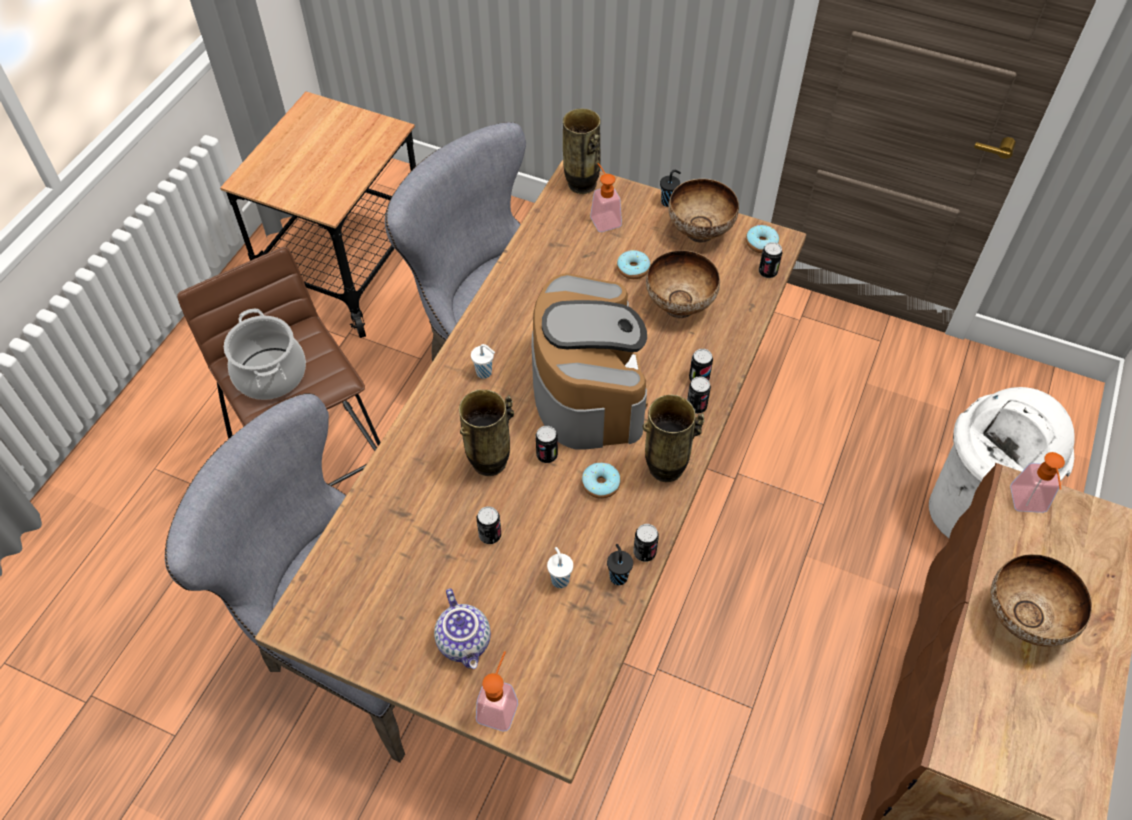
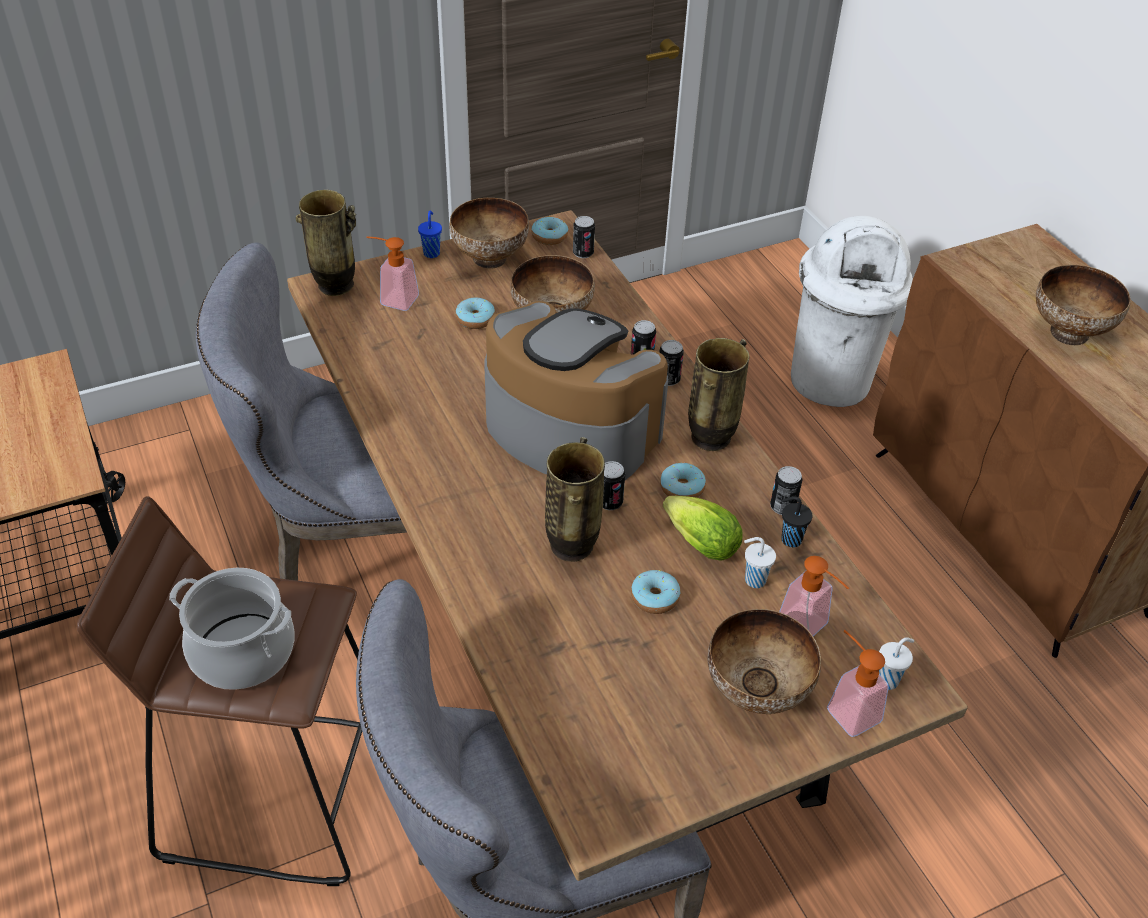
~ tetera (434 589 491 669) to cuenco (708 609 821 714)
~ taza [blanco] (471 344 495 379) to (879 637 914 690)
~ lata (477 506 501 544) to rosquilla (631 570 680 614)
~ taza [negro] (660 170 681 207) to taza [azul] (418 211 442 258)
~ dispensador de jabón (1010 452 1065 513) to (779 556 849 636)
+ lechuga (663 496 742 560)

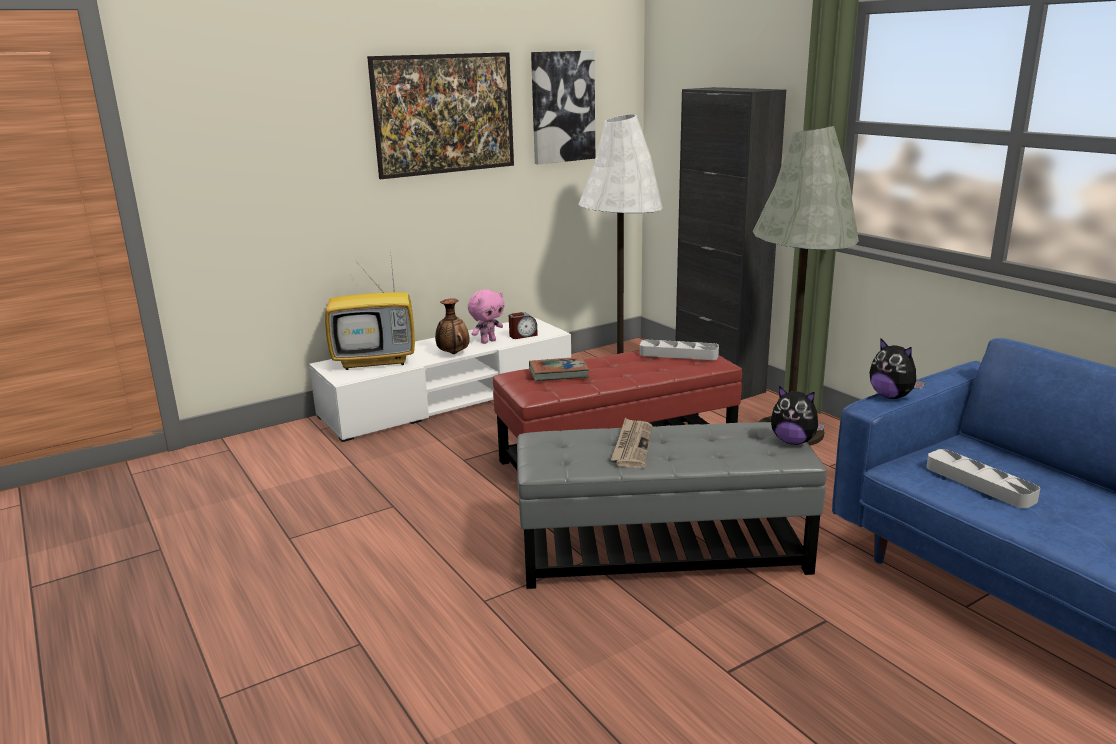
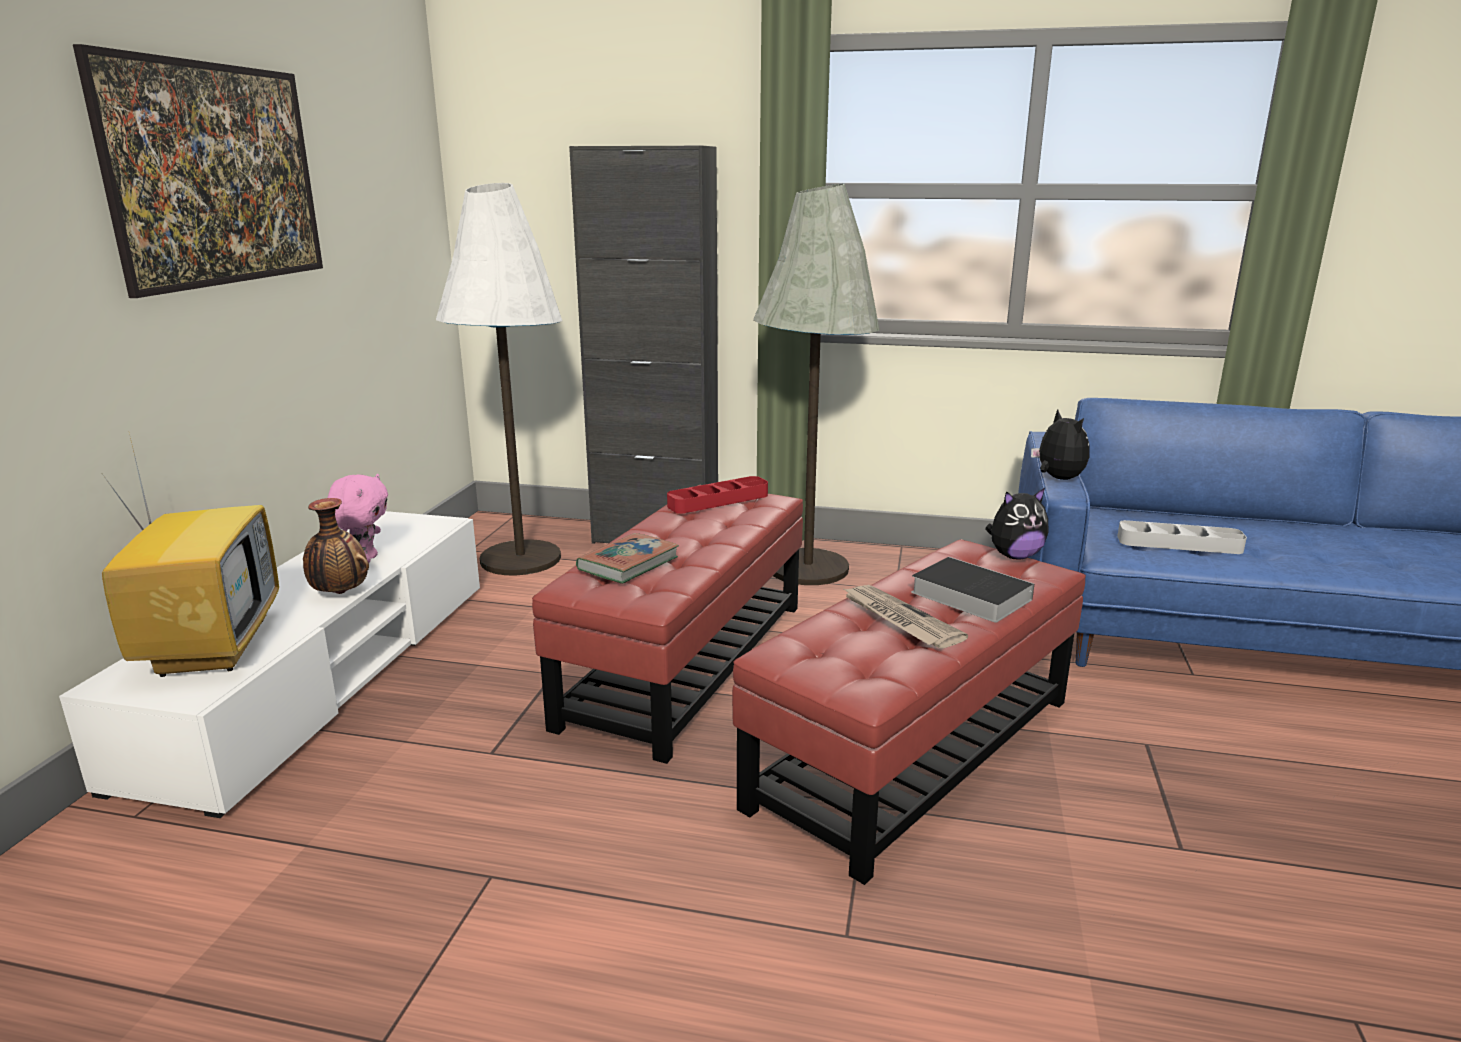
~ televisor (325 250 415 370) = (100 434 279 677) 45 degrees counterclockwise
- despertador (509 312 538 339)
~ puf [gris] (517 422 827 589) to puf [rojo] (732 540 1086 885)
- cuadro (531 50 595 165)
~ bandeja [gris] (640 340 719 360) to bandeja [rojo] (667 476 768 513)
~ peluche (869 339 925 399) = (1031 409 1089 480) 120 degrees counterclockwise
+ libro (911 557 1034 622)

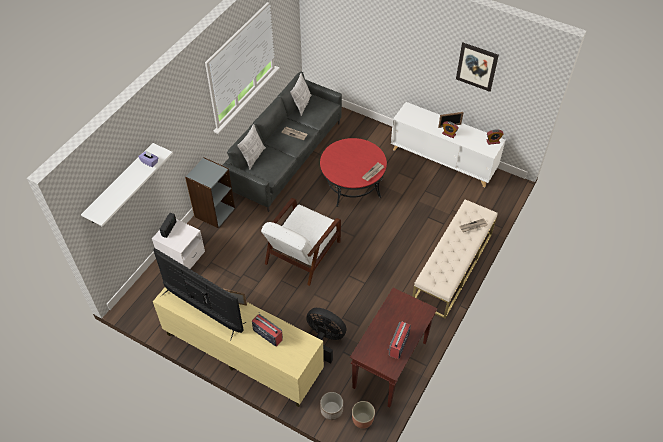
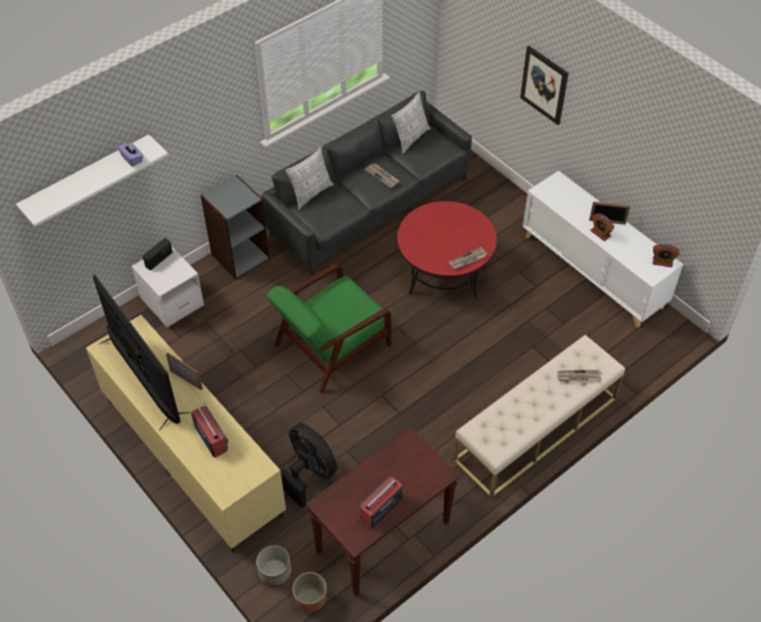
~ sillón [blanco] (261 198 341 286) to sillón [verde] (267 263 392 393)
~ cuadro (456 43 499 92) to (520 46 569 125)

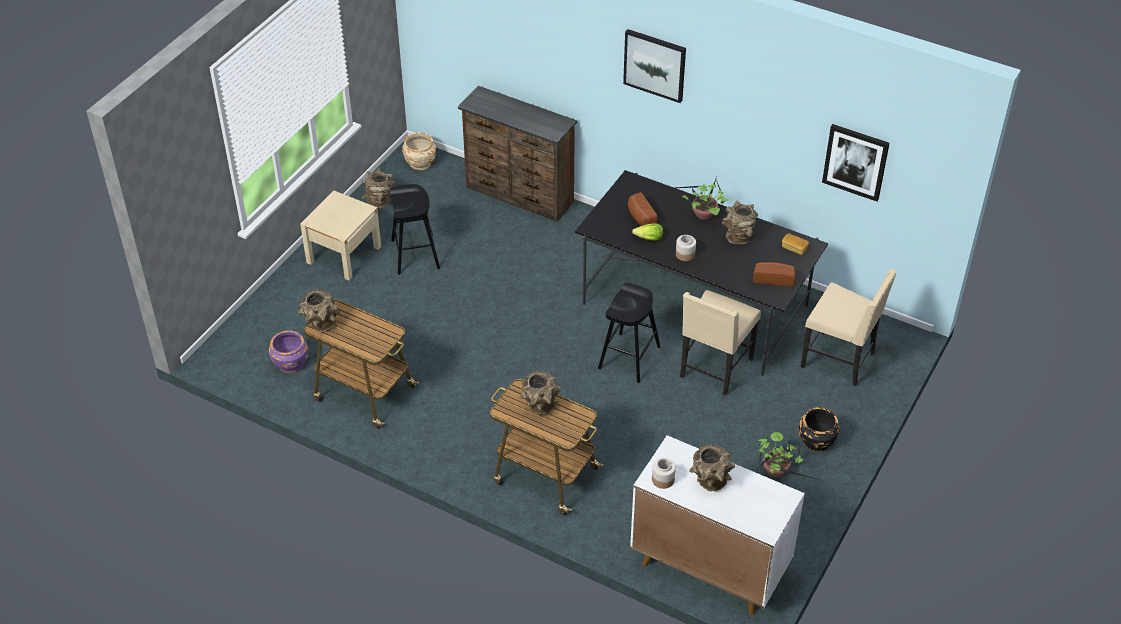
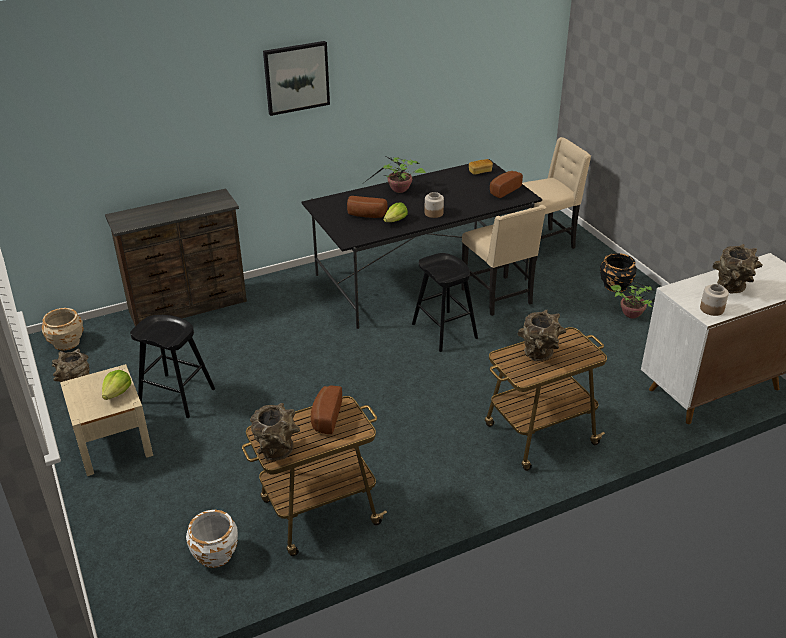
~ maceta [morado] (269 330 308 373) to maceta [blanco] (186 510 238 568)
- florero [marrón] (722 201 758 245)
- cuadro (822 124 889 202)
+ lechuga (102 370 132 400)
+ pan (310 386 342 434)

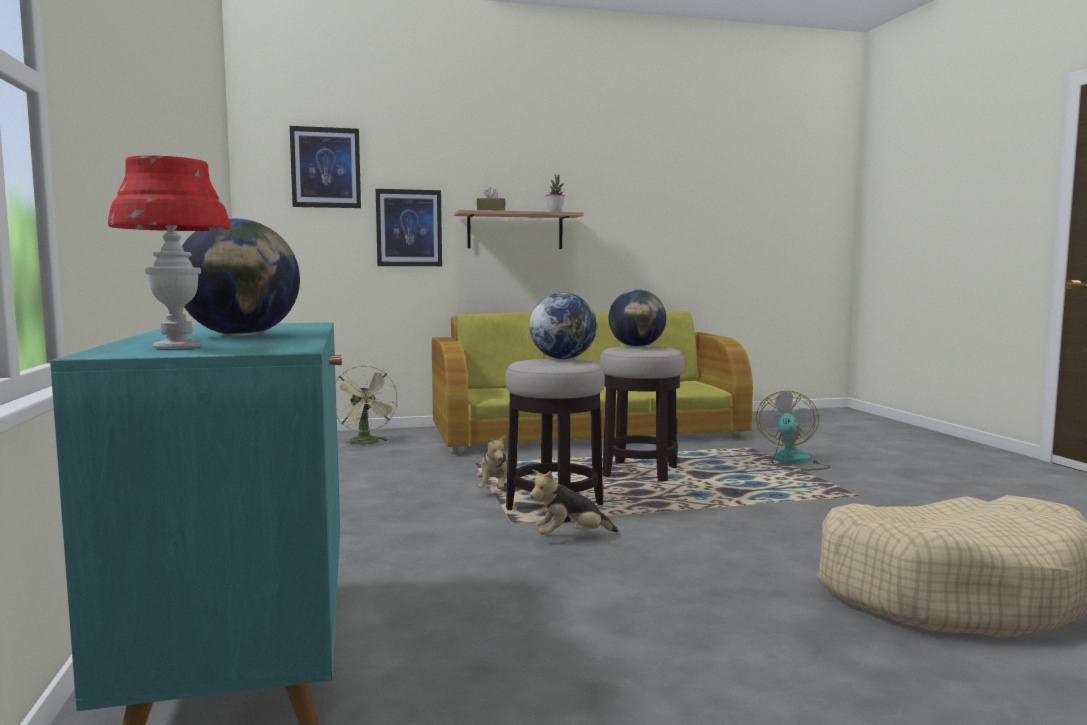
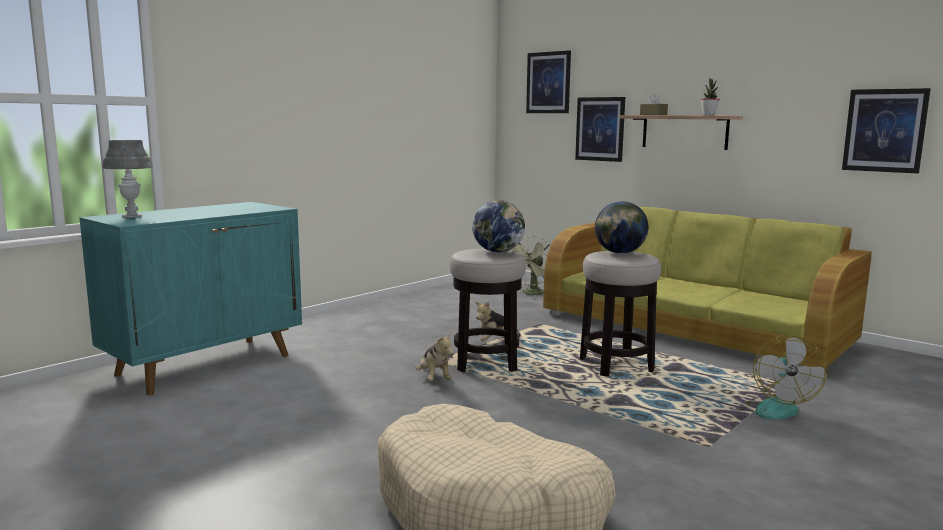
~ lámpara de mesa [rojo] (108 156 230 349) to lámpara de mesa [gris] (102 140 153 218)
- globo terráqueo (182 218 300 336)
~ peluche (530 469 618 535) = (416 332 454 381) 150 degrees counterclockwise
~ ventilador (756 391 830 470) = (738 335 828 420) 120 degrees clockwise
+ cuadro (842 88 931 174)

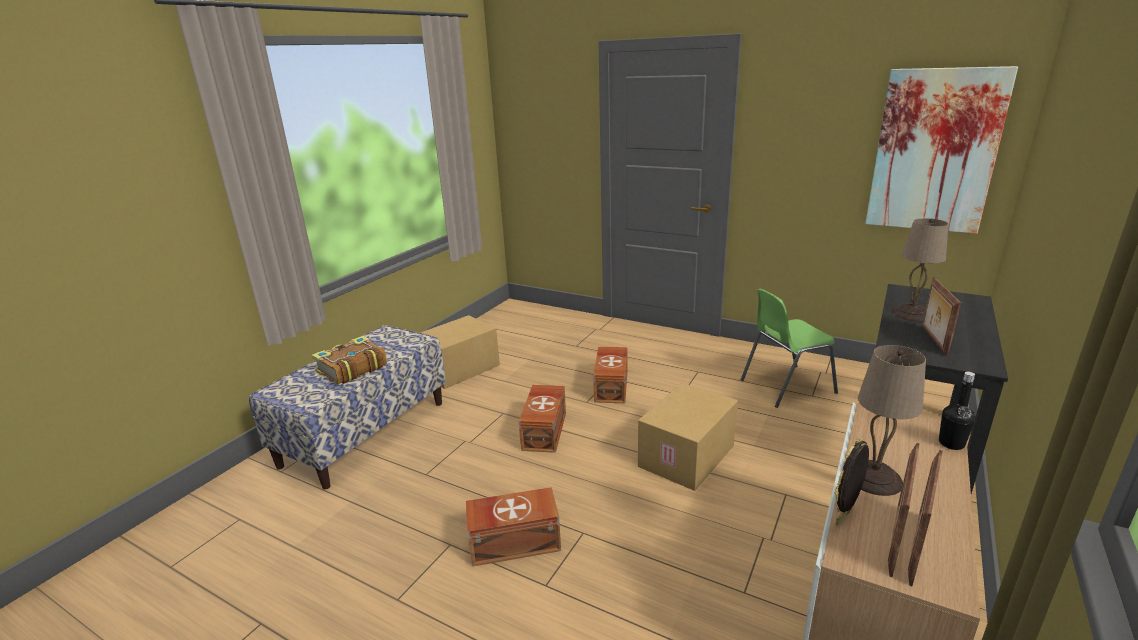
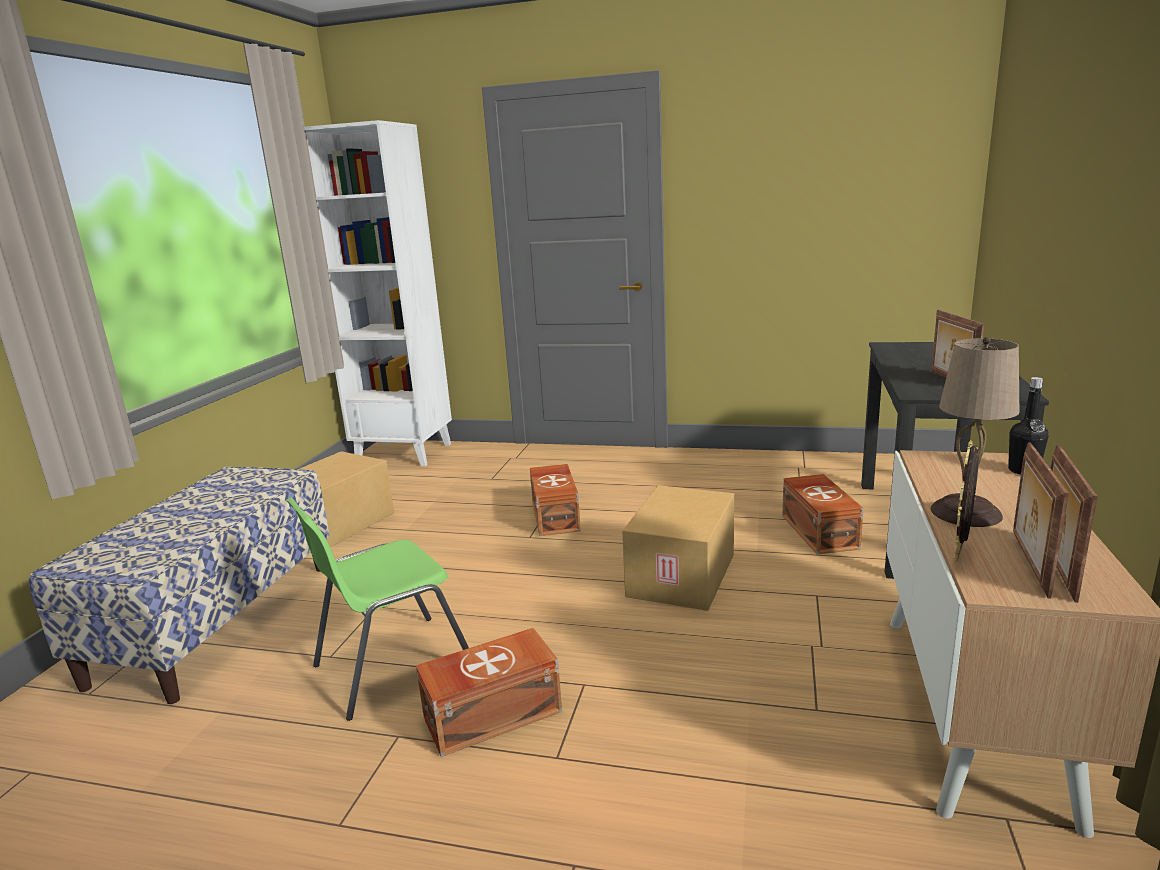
- libro (312 336 387 384)
~ caja de almacenaje [marrón] (519 385 566 453) to (782 474 864 554)
~ silla [verde] (741 289 838 408) to (286 498 469 721)
- cuadro (865 66 1018 234)
- lámpara de mesa [beis] (892 218 949 321)
+ estantería [blanco] (304 120 452 466)

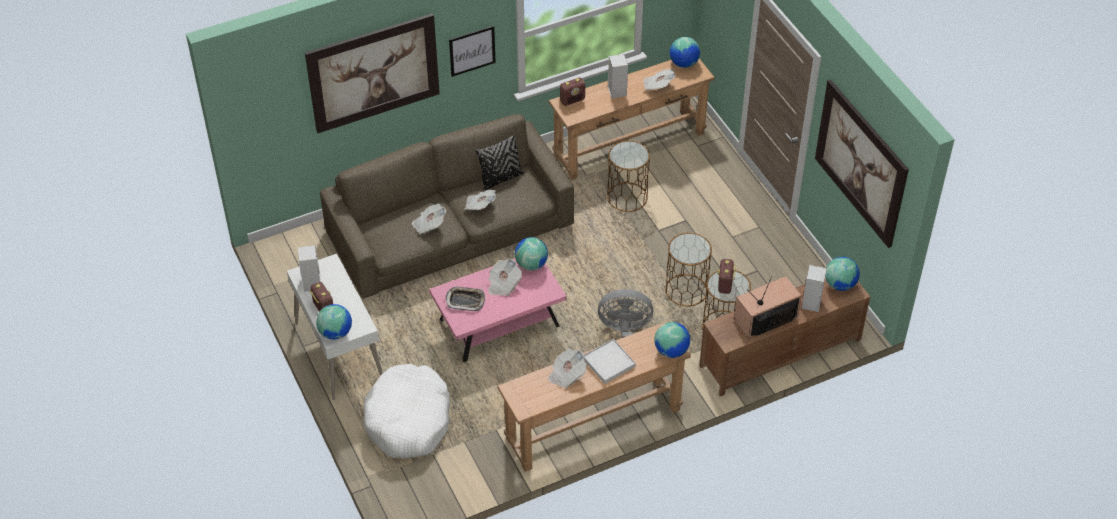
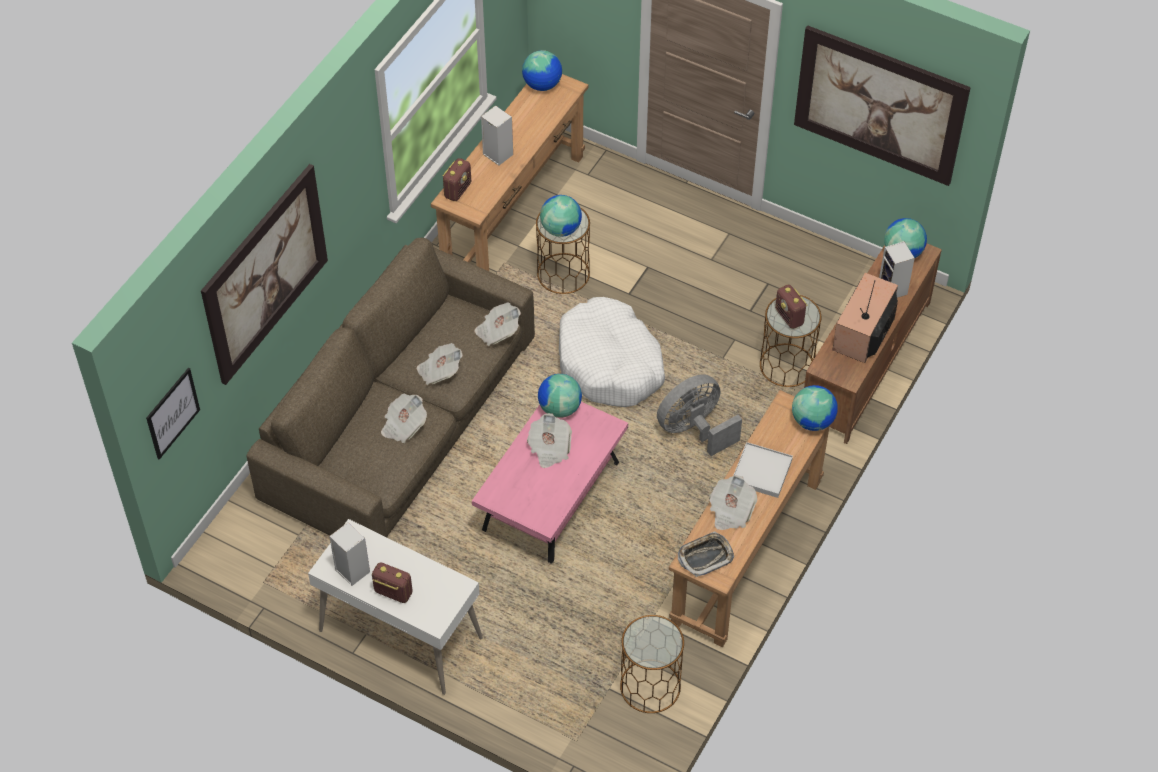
~ globo terráqueo (316 304 352 340) to (540 195 582 237)
~ cama para perro [blanco] (363 364 450 458) to (559 297 665 407)
~ bandeja (445 287 485 311) to (678 531 734 577)
~ cuadro (449 26 496 77) to (146 368 200 460)
- cojín [negro] (476 134 524 191)
~ periódico (644 69 676 91) to (475 302 521 346)
~ mesa auxiliar [marrón] (665 233 712 306) to (620 615 684 713)

